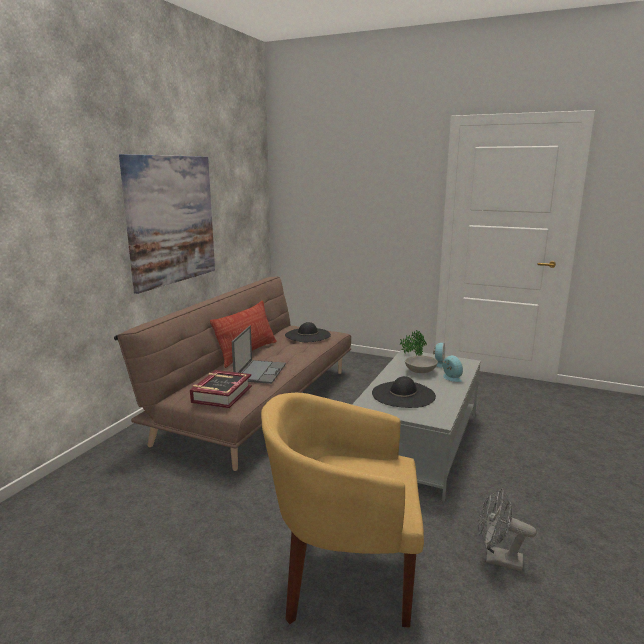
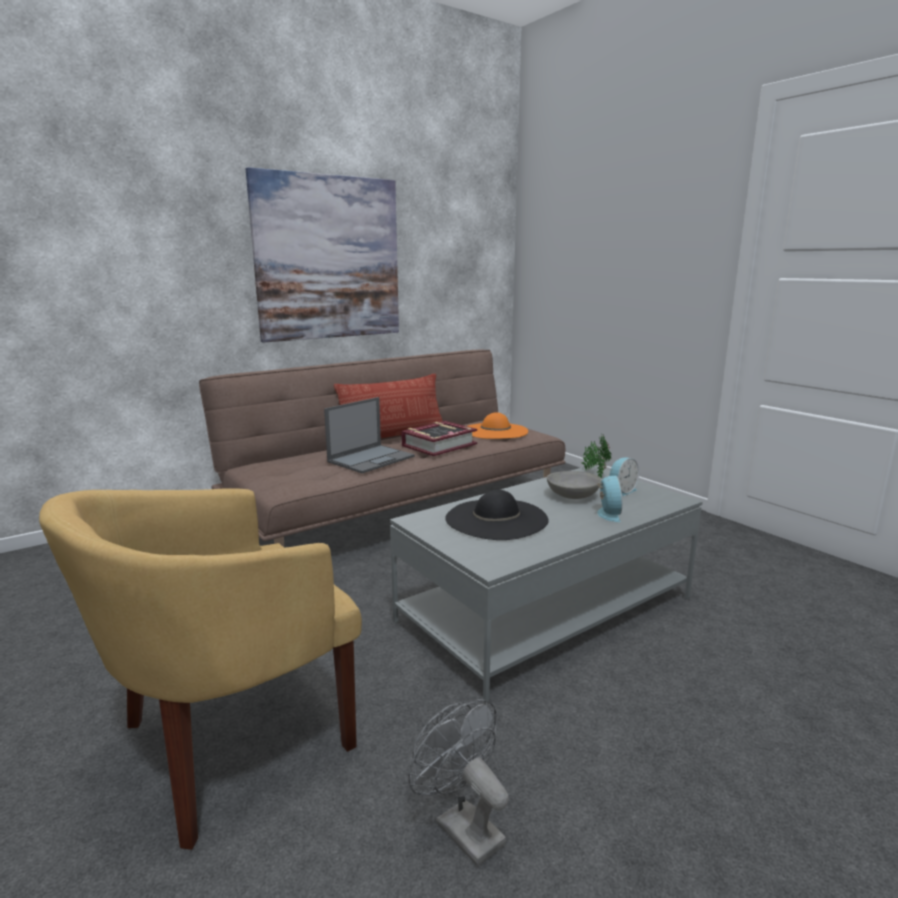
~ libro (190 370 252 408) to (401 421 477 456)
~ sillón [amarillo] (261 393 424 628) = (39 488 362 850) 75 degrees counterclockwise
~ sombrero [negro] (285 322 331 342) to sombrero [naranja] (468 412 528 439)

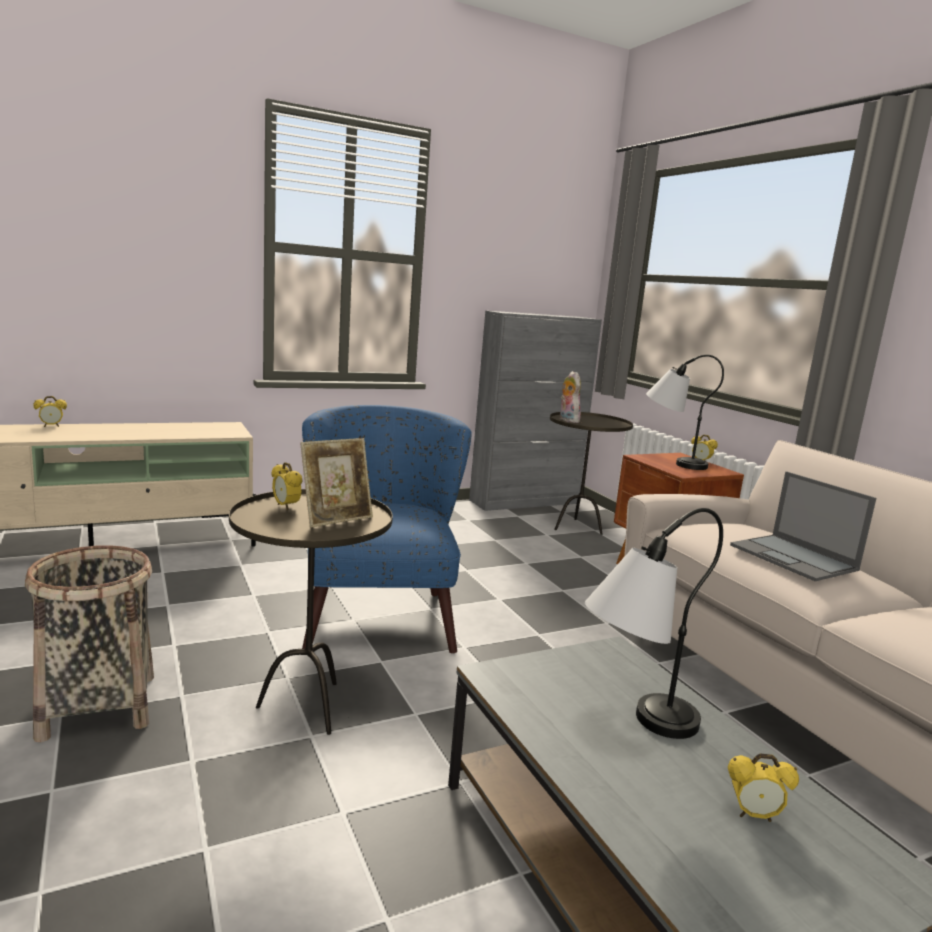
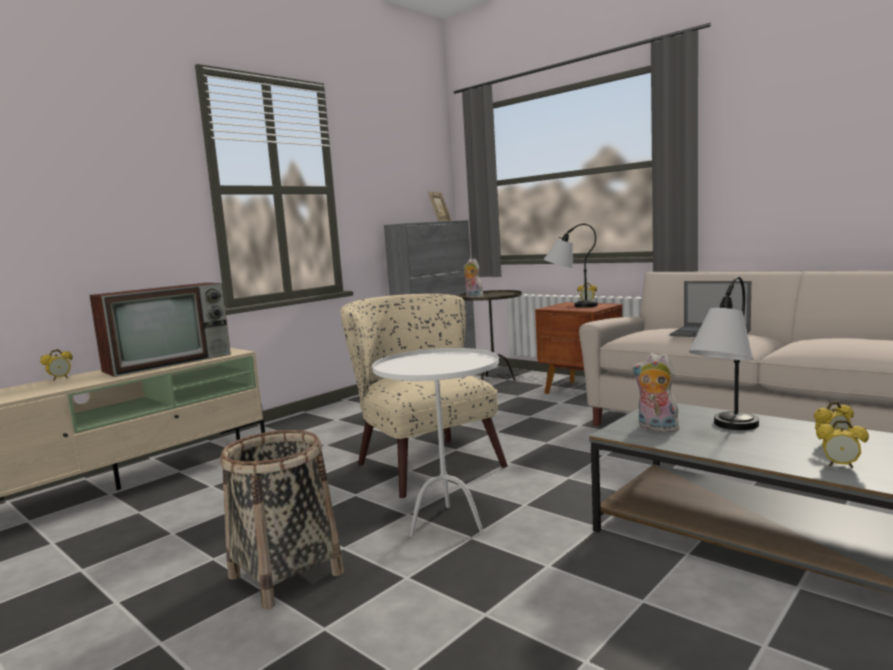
~ mesa auxiliar [marrón] (229 489 393 735) to mesa auxiliar [blanco] (372 348 499 537)
~ despertador (271 462 302 510) to (816 420 869 468)
~ portarretratos (300 438 373 527) to (428 192 451 221)
~ sillón [azul] (302 405 471 654) to sillón [beis] (340 294 508 499)
+ televisor (89 283 231 377)
+ peluche (632 353 679 433)

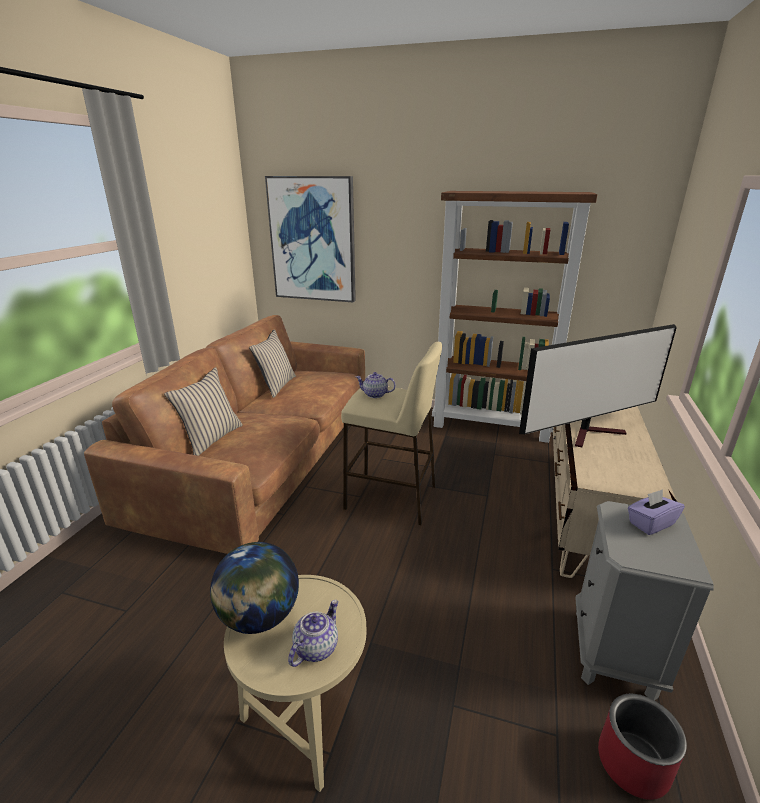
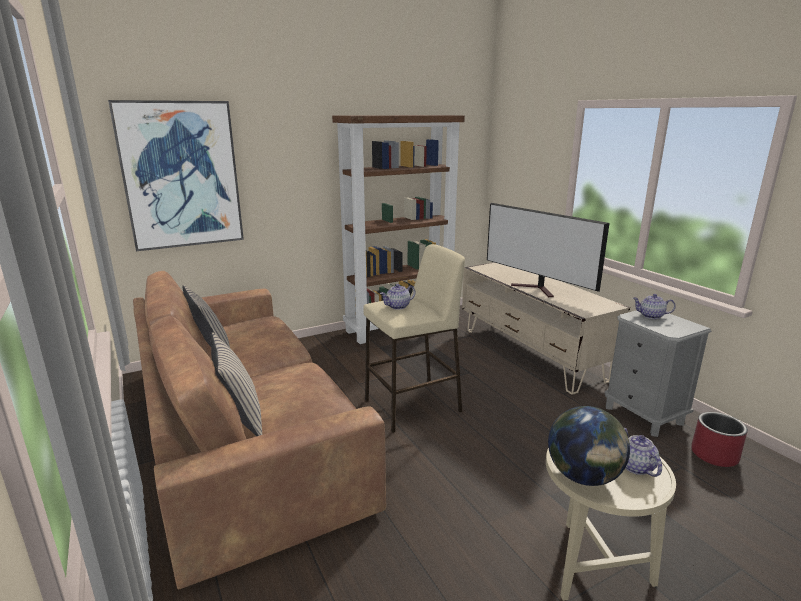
~ televisor (519 324 677 447) = (487 203 609 297) 120 degrees clockwise
~ caja de pañuelos [morado] (628 489 685 535) to tetera (633 294 676 319)

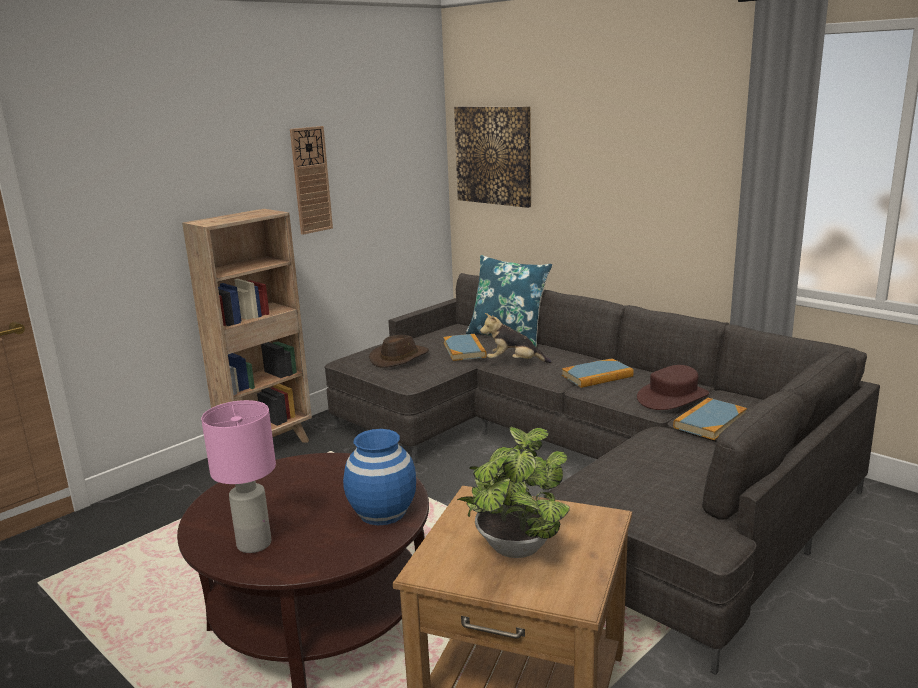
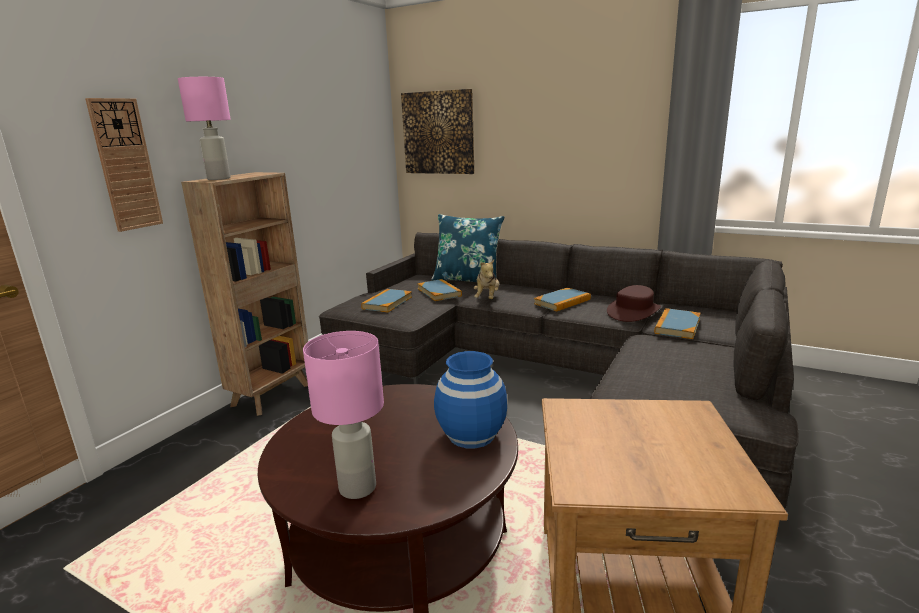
~ reloj de pared (290 126 333 235) to (85 98 163 232)
~ sombrero [marrón] (369 335 429 368) to libro (361 289 412 312)
- planta en maceta (457 427 570 558)
~ peluche (480 313 551 363) = (474 259 499 299) 75 degrees counterclockwise
+ lámpara de mesa [rosa] (178 77 231 180)

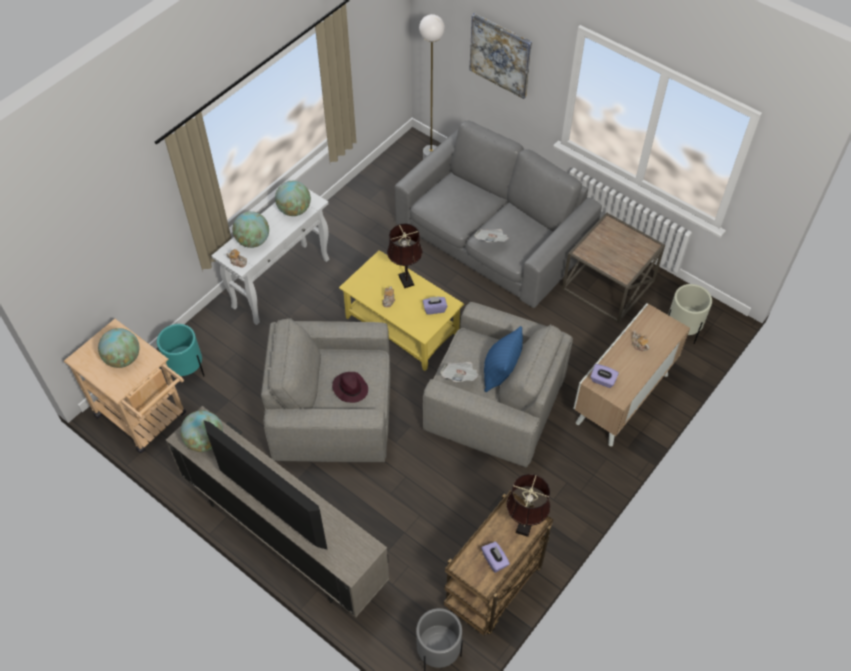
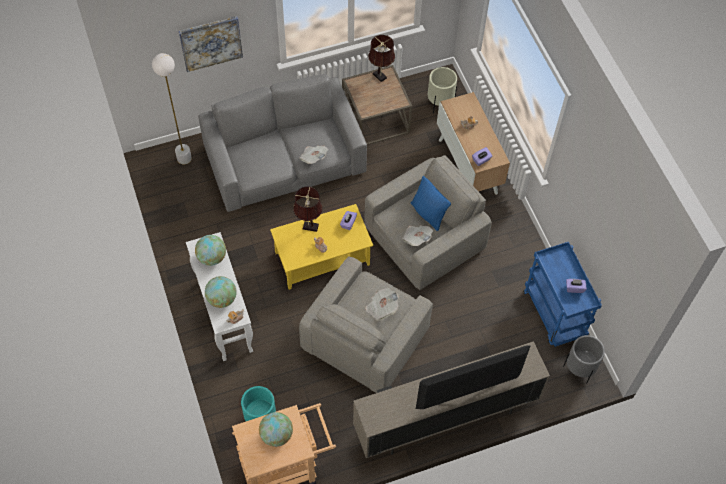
- globo terráqueo (180 410 223 452)
~ sombrero [morado] (332 372 368 403) to periódico (365 288 399 321)
~ carrito [marrón] (444 490 553 636) to carrito [azul] (523 242 602 347)
~ lámpara de mesa [marrón] (506 474 550 537) to (368 35 395 82)

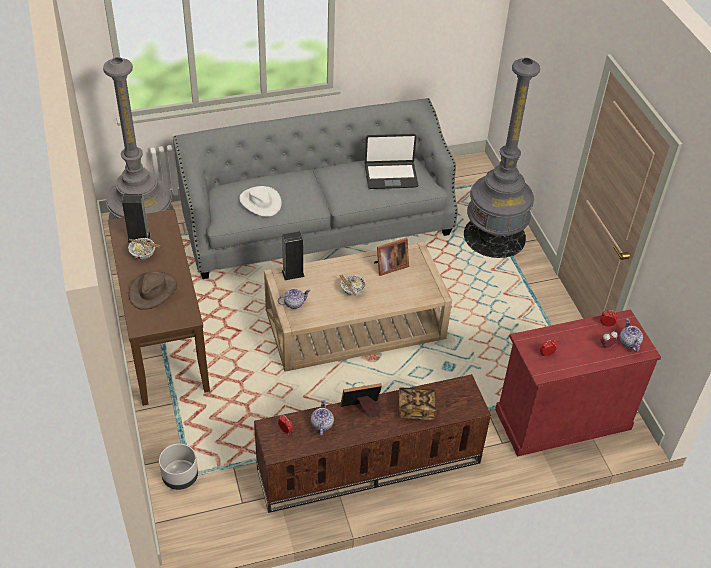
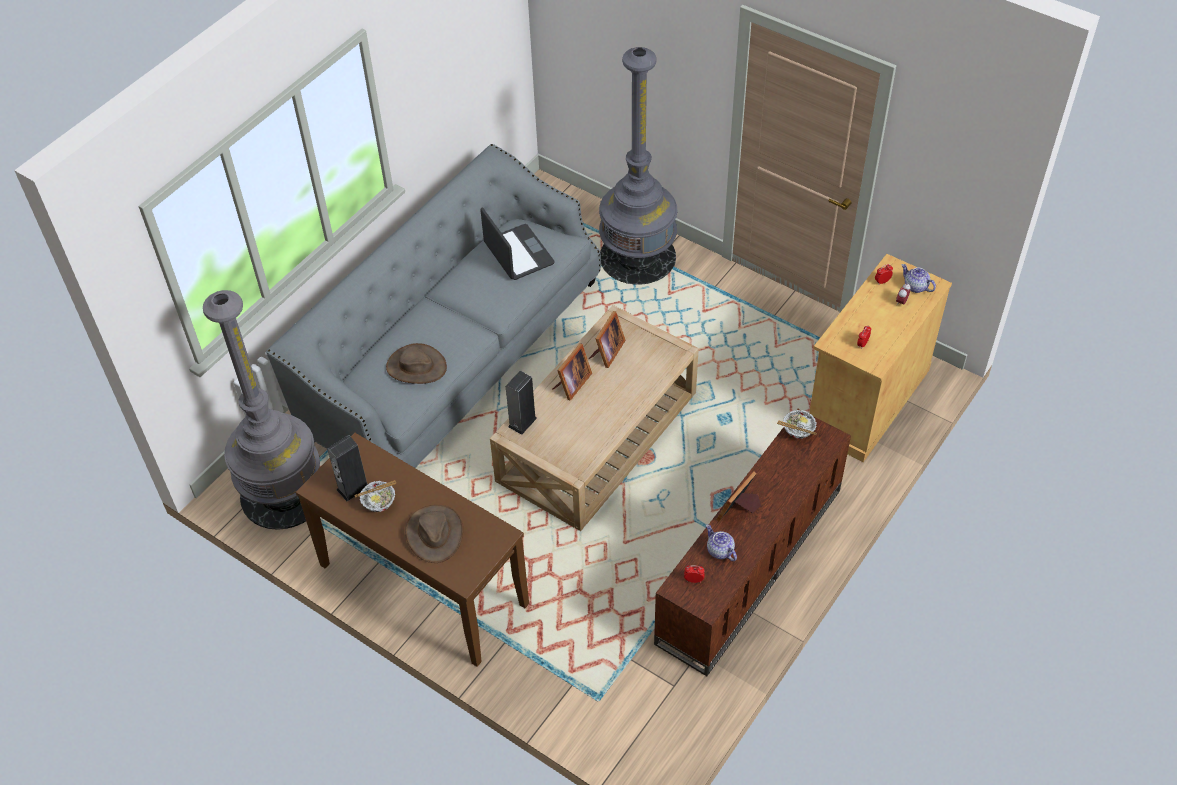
- maceta [gris] (159 444 198 490)
~ sombrero [blanco] (240 186 282 217) to sombrero [marrón] (386 343 447 384)
- tetera (278 288 311 309)
~ cuenco (339 275 366 296) to (777 410 817 439)
~ portátil (365 134 418 189) = (480 207 555 280) 75 degrees counterclockwise
- libro (398 387 437 420)
~ armario [rojo] (495 309 661 457) to armario [beis] (809 254 952 462)
+ portarretratos (552 343 592 401)

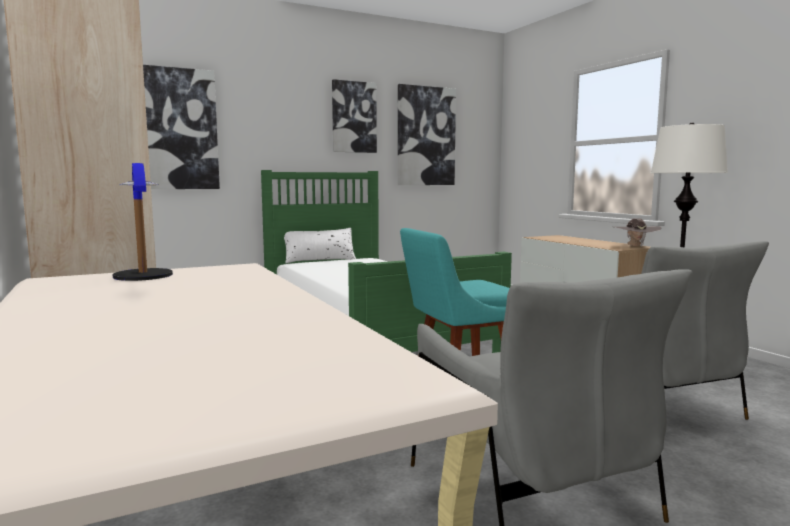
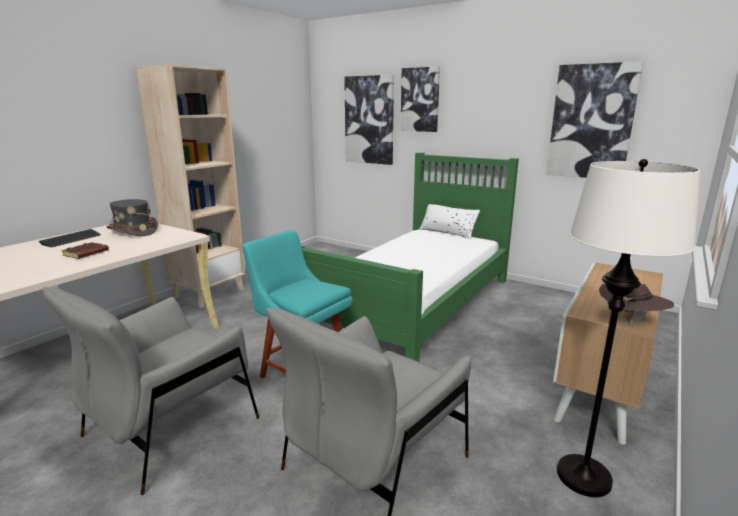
~ lámpara de mesa (113 163 173 281) to sombrero [gris] (106 199 158 236)
~ cuadro (332 79 377 153) to (400 66 440 132)
+ teclado (39 229 101 247)
+ libro [marrón] (61 242 109 259)

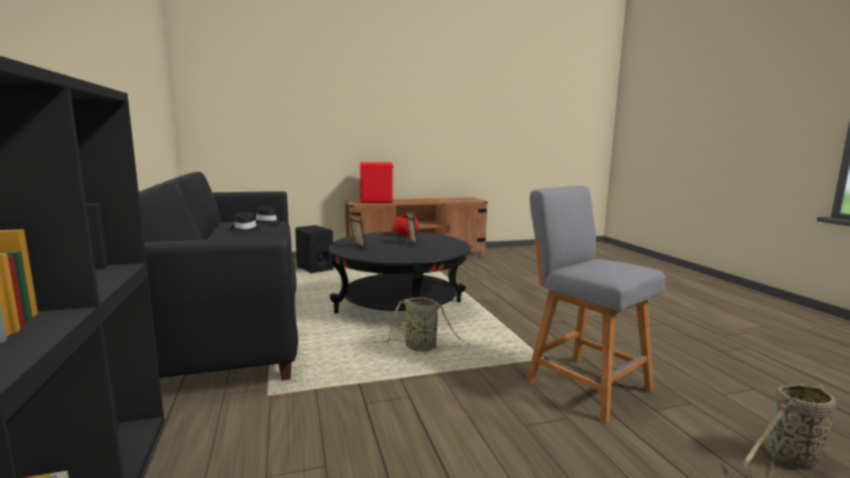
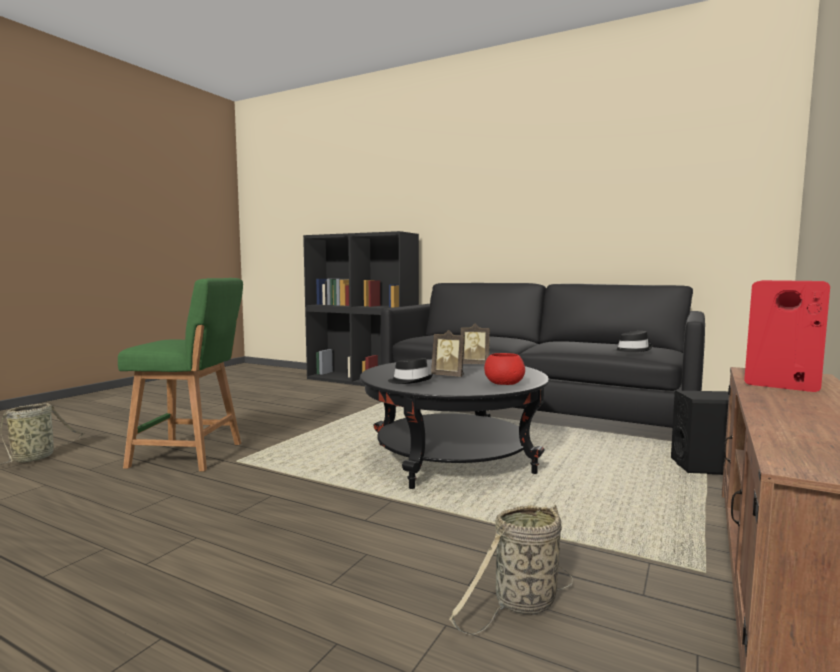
~ sombrero [negro] (231 212 260 233) to (388 358 433 384)
~ cesta (387 297 470 352) to (449 505 573 635)
~ taburete [gris] (526 185 666 423) to taburete [verde] (118 278 243 471)

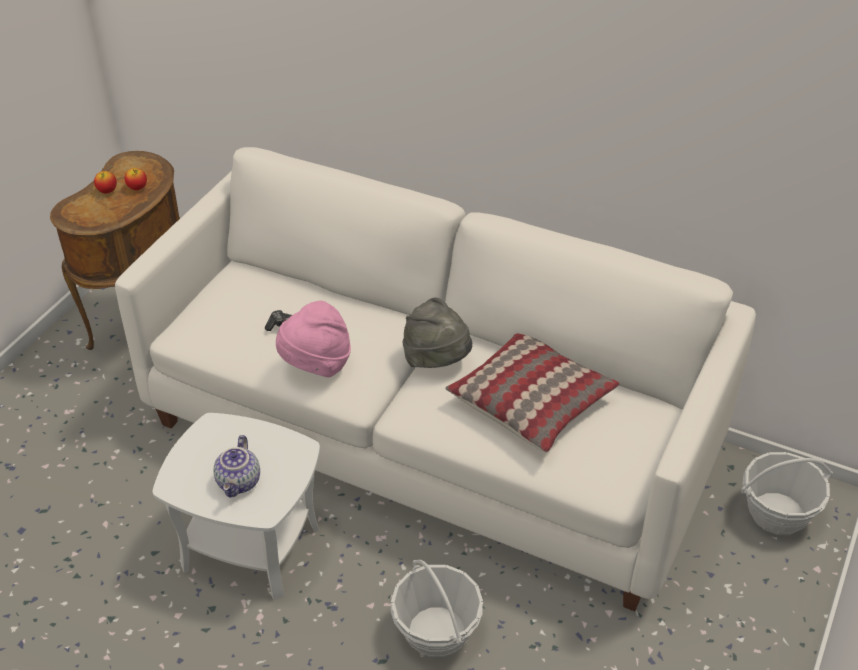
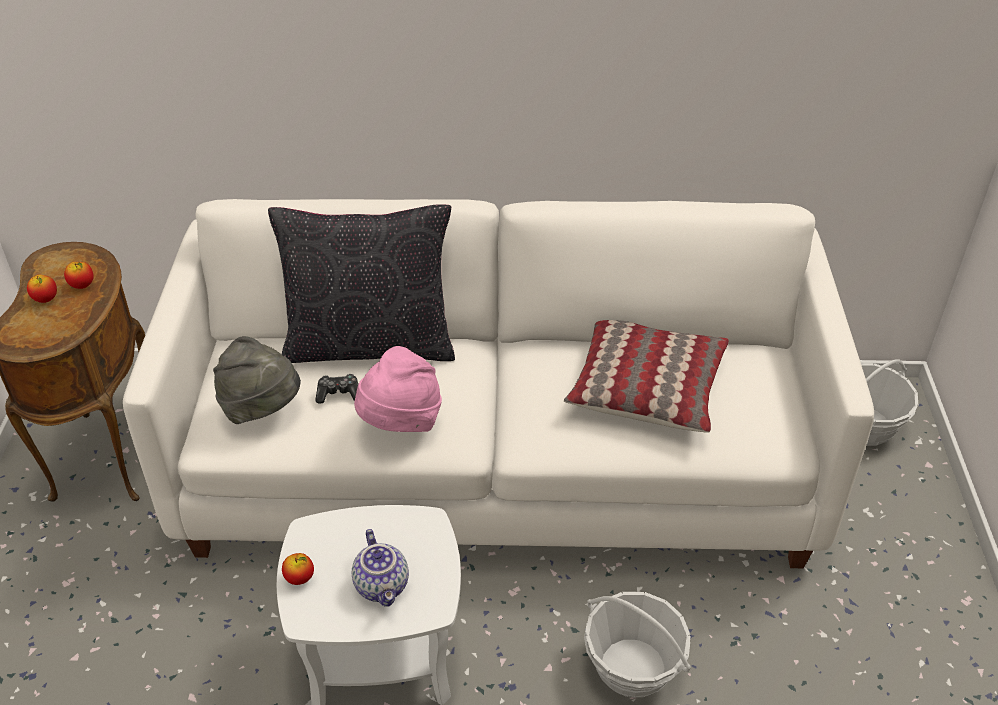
~ sombrero [gris] (402 297 472 368) to (213 336 301 424)
+ cojín [negro] (268 204 455 363)
+ manzana (282 553 314 585)

